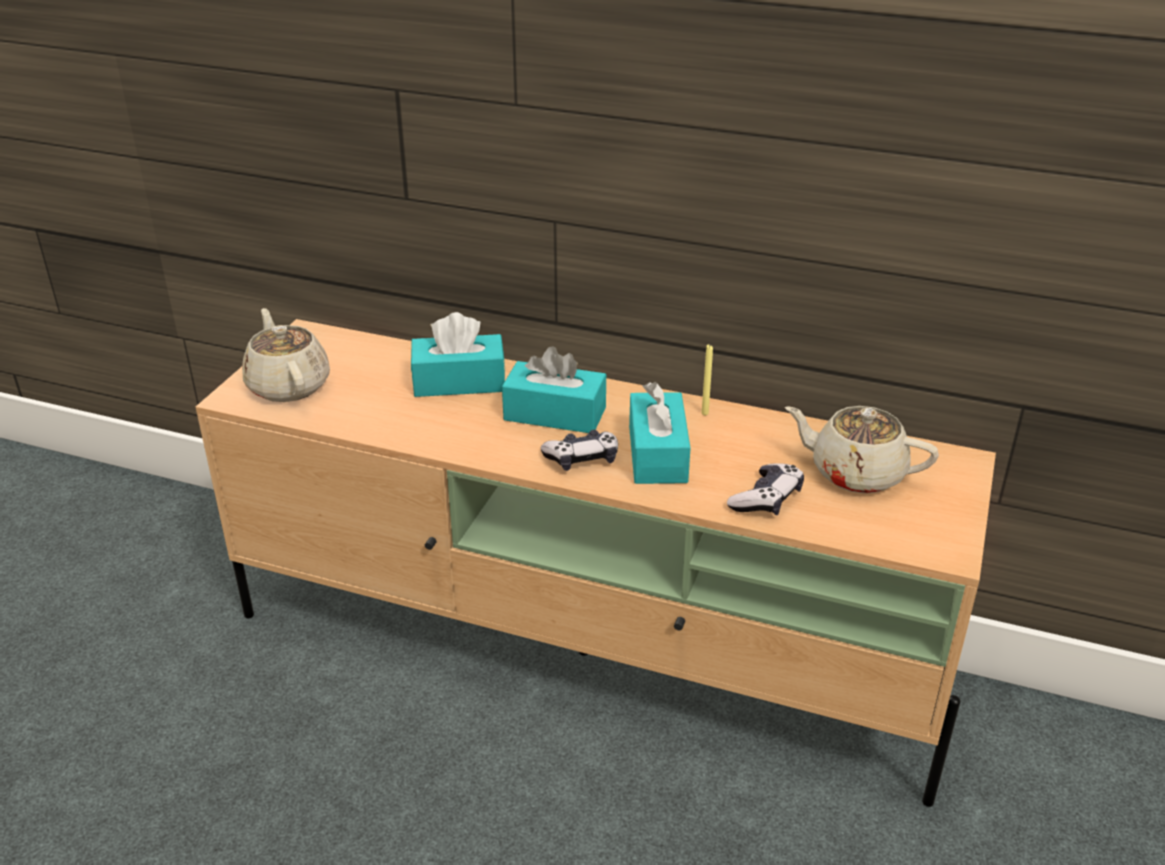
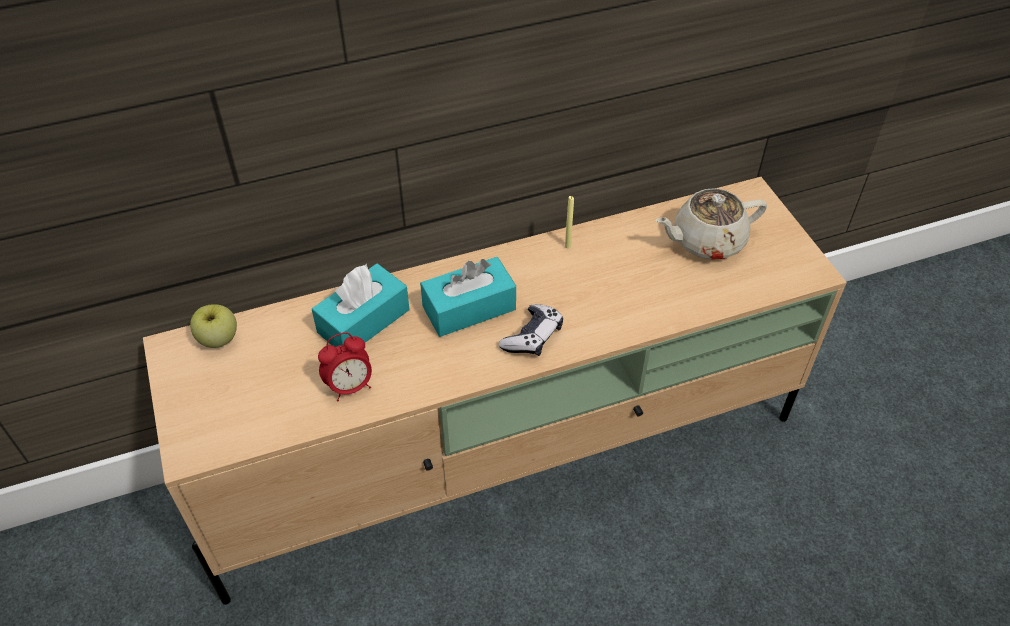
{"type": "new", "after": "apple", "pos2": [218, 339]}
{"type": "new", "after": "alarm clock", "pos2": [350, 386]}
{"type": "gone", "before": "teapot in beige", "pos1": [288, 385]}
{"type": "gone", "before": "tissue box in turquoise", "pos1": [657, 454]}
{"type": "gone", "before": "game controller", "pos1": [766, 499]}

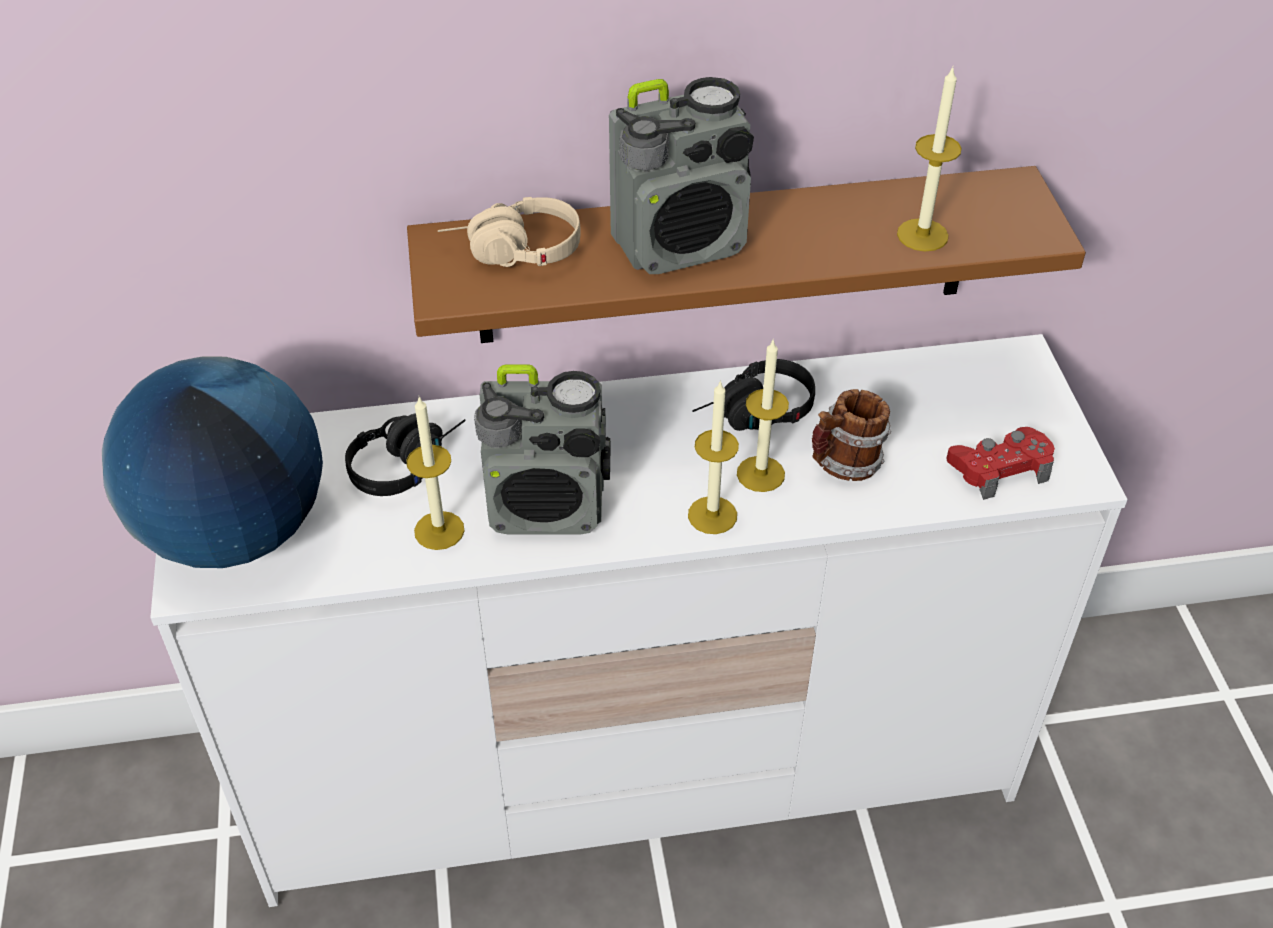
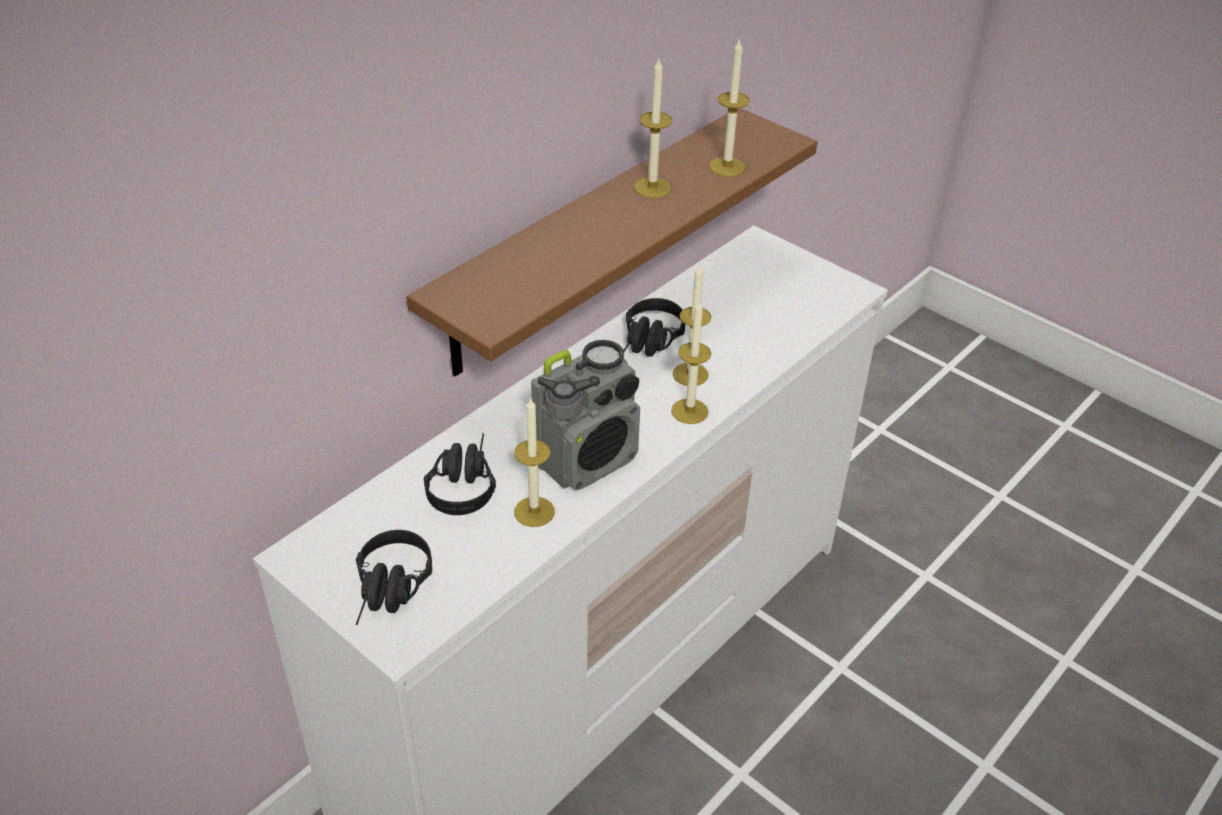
{"type": "swapped", "before": "globe", "after": "headphones in black", "pos1": [235, 531], "pos2": [391, 592]}
{"type": "new", "after": "candle", "pos2": [652, 188]}
{"type": "gone", "before": "headphones in beige", "pos1": [511, 253]}
{"type": "gone", "before": "radio", "pos1": [681, 244]}
{"type": "gone", "before": "mug", "pos1": [844, 465]}
{"type": "gone", "before": "game controller in red", "pos1": [999, 468]}

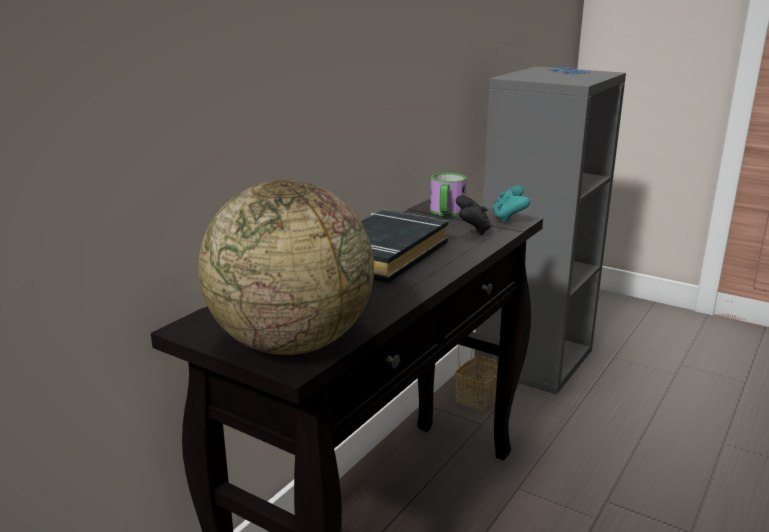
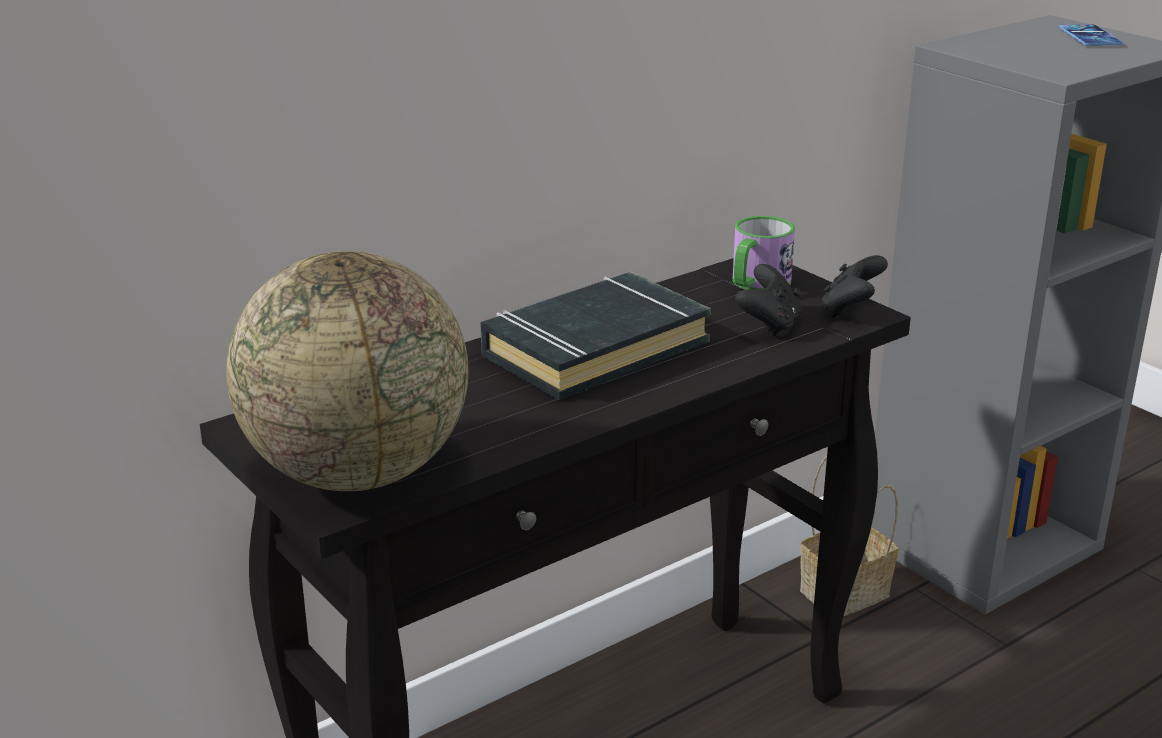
{"type": "repainted", "before": "game controller in turquoise", "after": "game controller in black", "pos1": [509, 218], "pos2": [850, 310]}

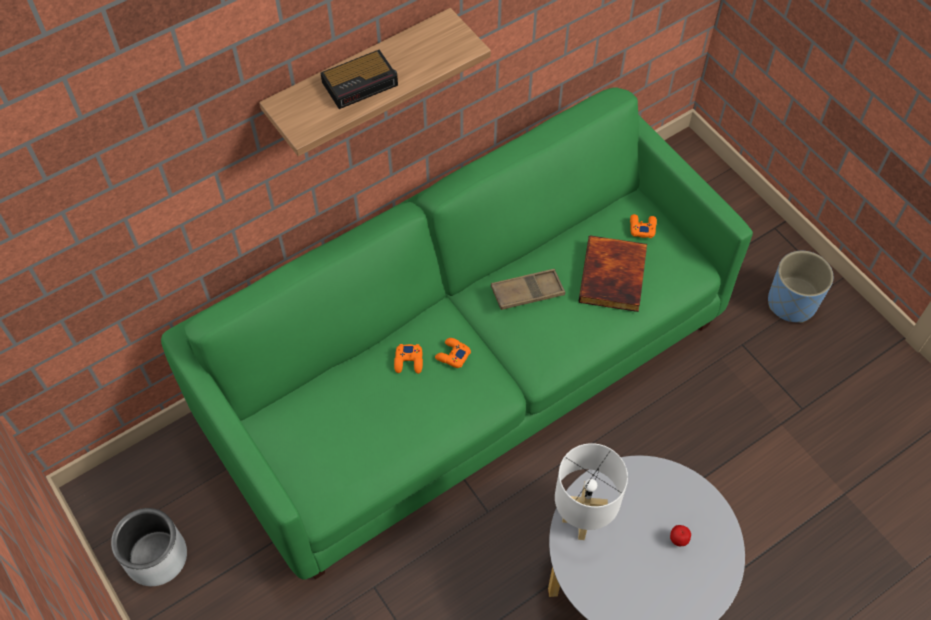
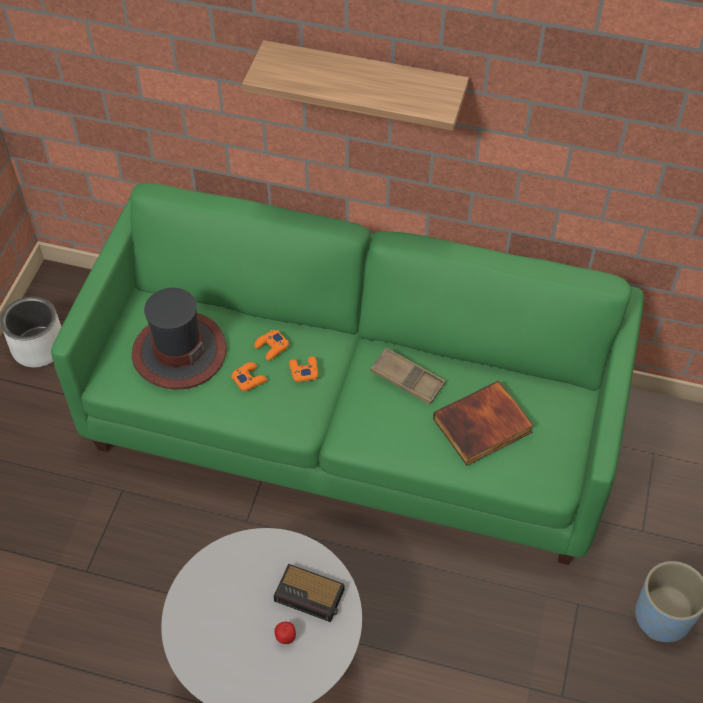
{"type": "new", "after": "hat", "pos2": [179, 352]}
{"type": "shifted", "before": "game controller in orange", "pos1": [642, 227], "pos2": [249, 379]}
{"type": "shifted", "before": "alarm clock", "pos1": [361, 83], "pos2": [311, 596]}
{"type": "gone", "before": "table lamp in white", "pos1": [581, 520]}

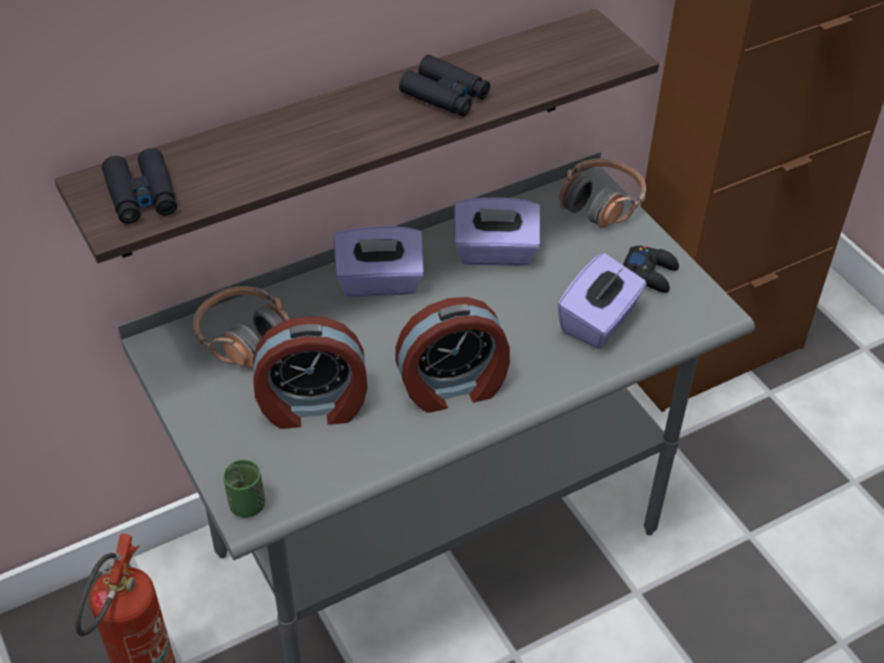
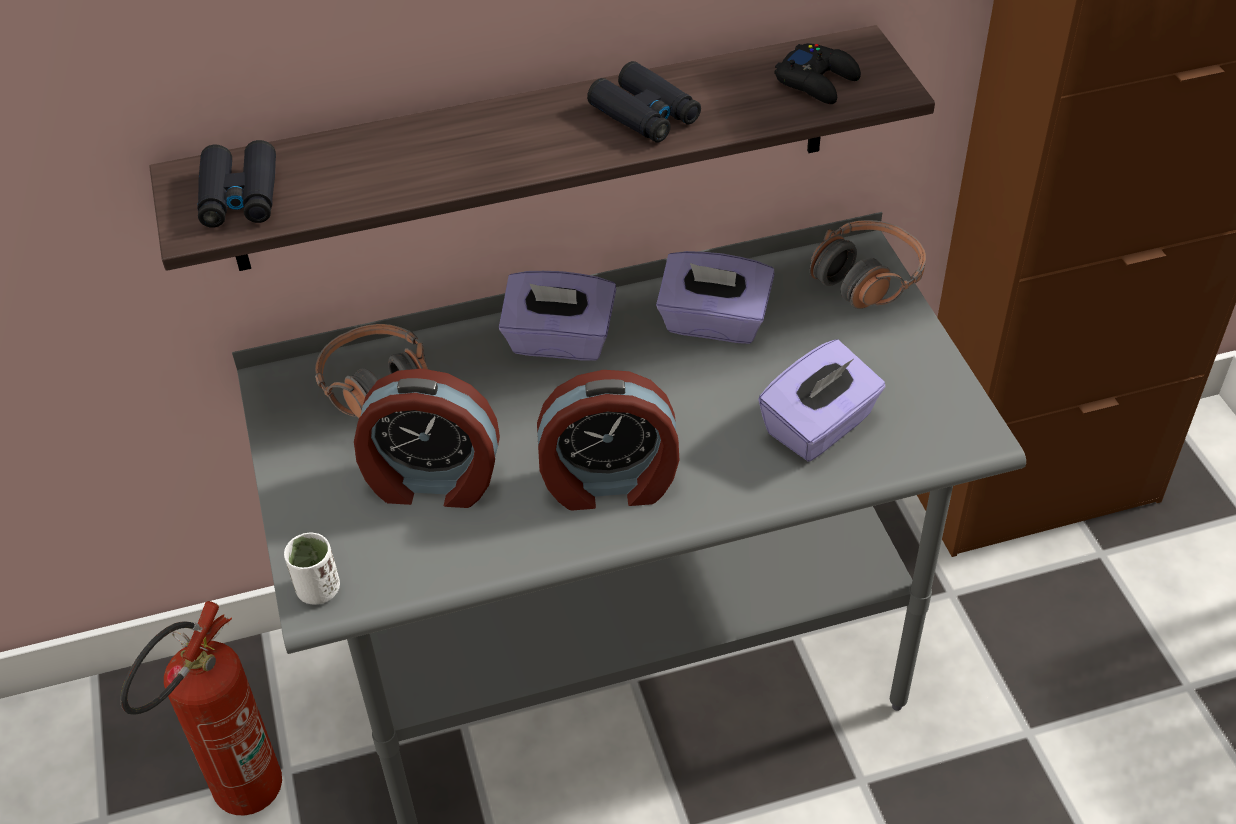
{"type": "repainted", "before": "cup in green", "after": "cup in white", "pos1": [247, 505], "pos2": [318, 589]}
{"type": "shifted", "before": "game controller in black", "pos1": [649, 274], "pos2": [817, 81]}

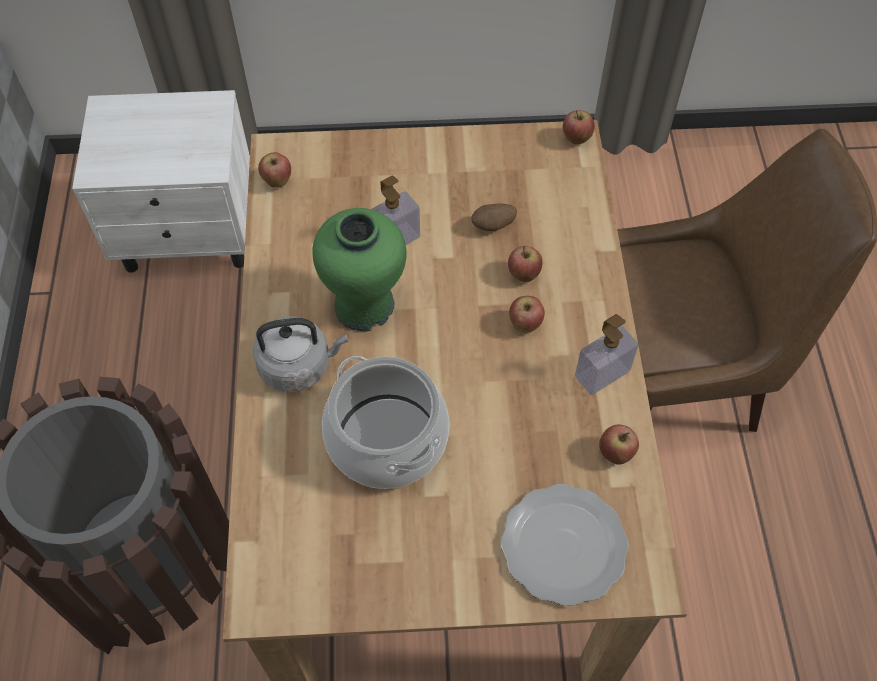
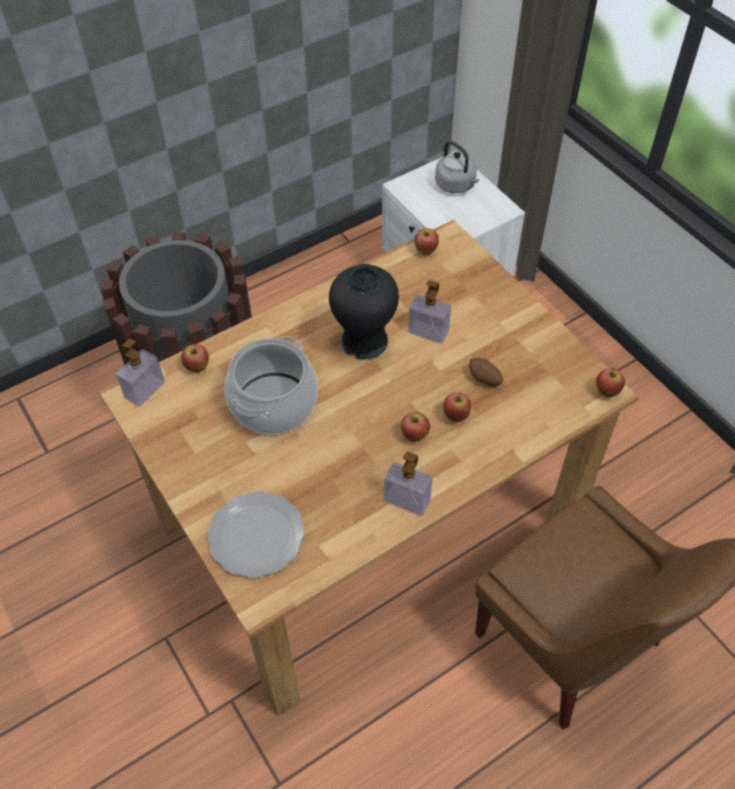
{"type": "new", "after": "soap dispenser", "pos2": [145, 390]}
{"type": "shifted", "before": "apple", "pos1": [615, 454], "pos2": [197, 367]}
{"type": "repainted", "before": "vase in green", "after": "vase in black", "pos1": [364, 305], "pos2": [365, 342]}
{"type": "shifted", "before": "kettle in grey", "pos1": [299, 366], "pos2": [456, 185]}

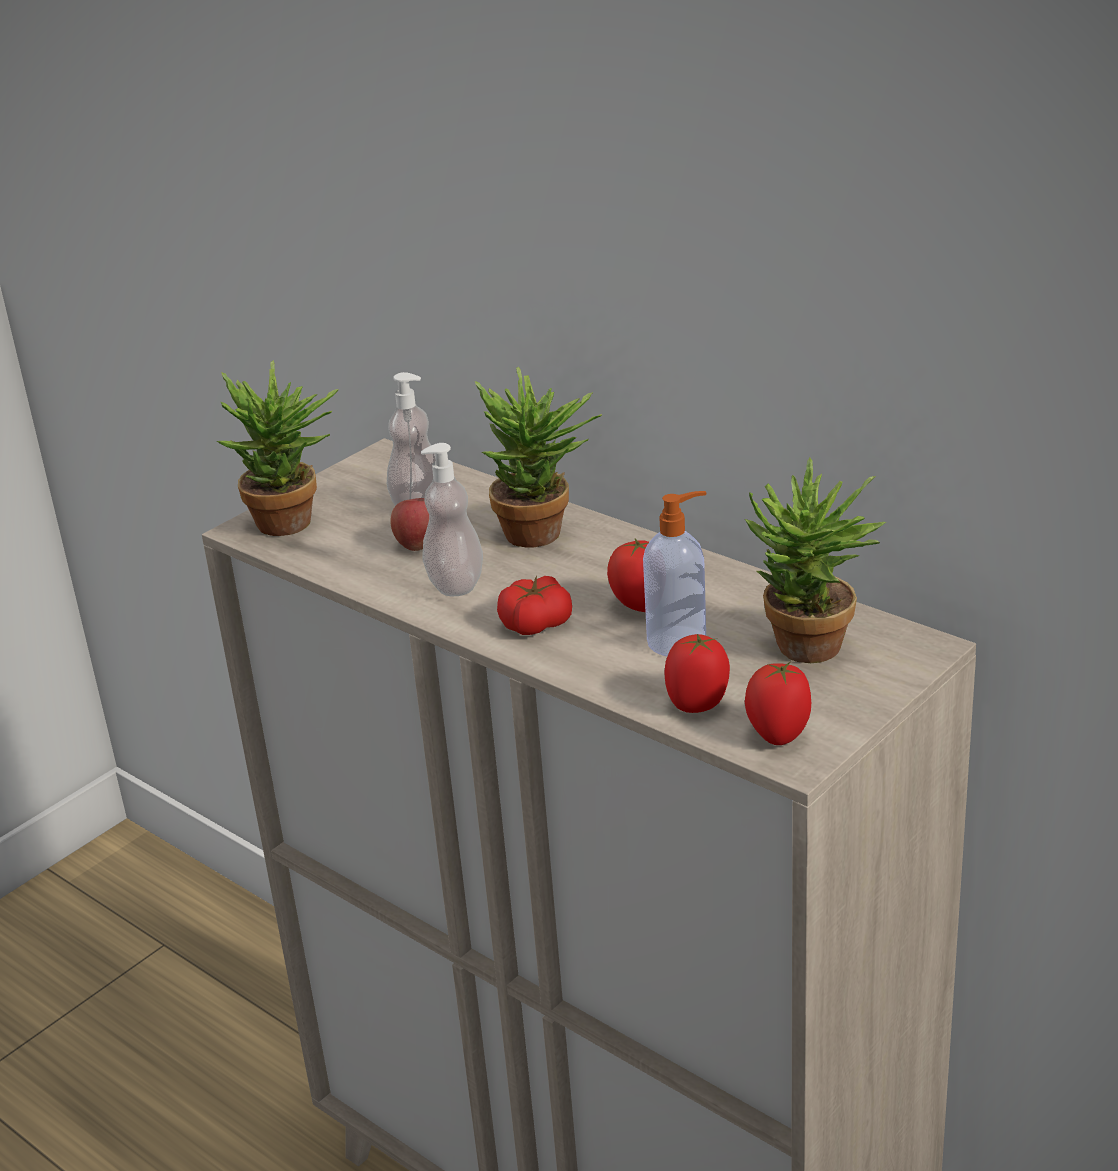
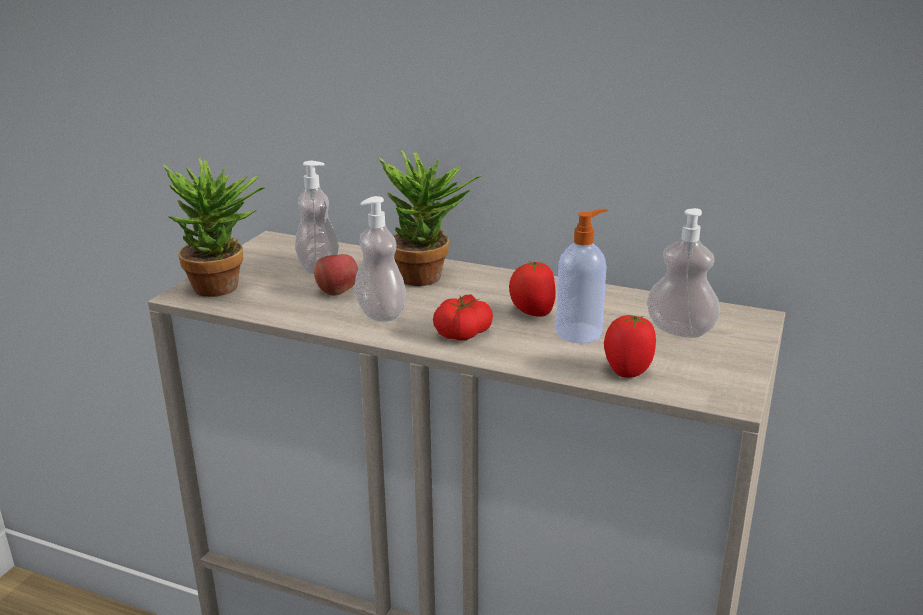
{"type": "swapped", "before": "potted plant", "after": "soap dispenser", "pos1": [809, 654], "pos2": [680, 330]}
{"type": "gone", "before": "tomato", "pos1": [778, 734]}

